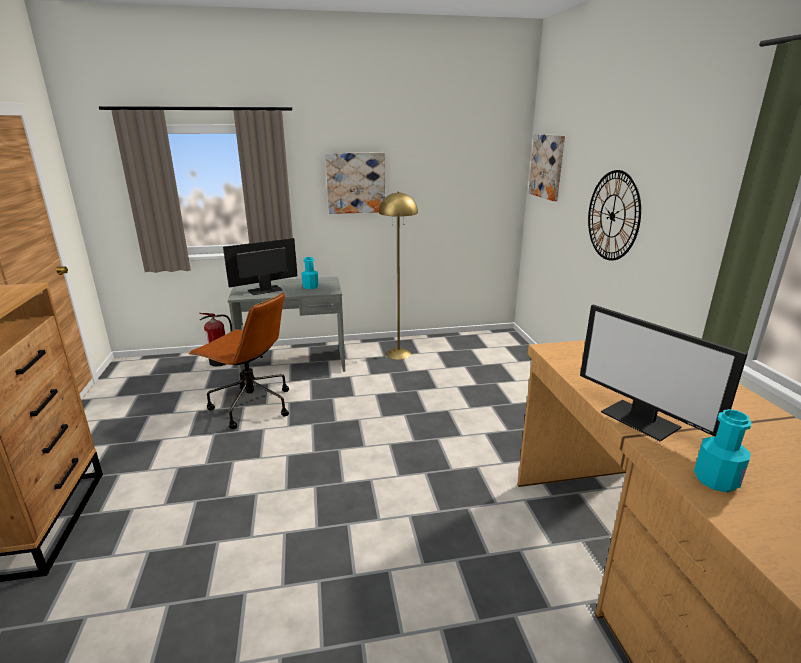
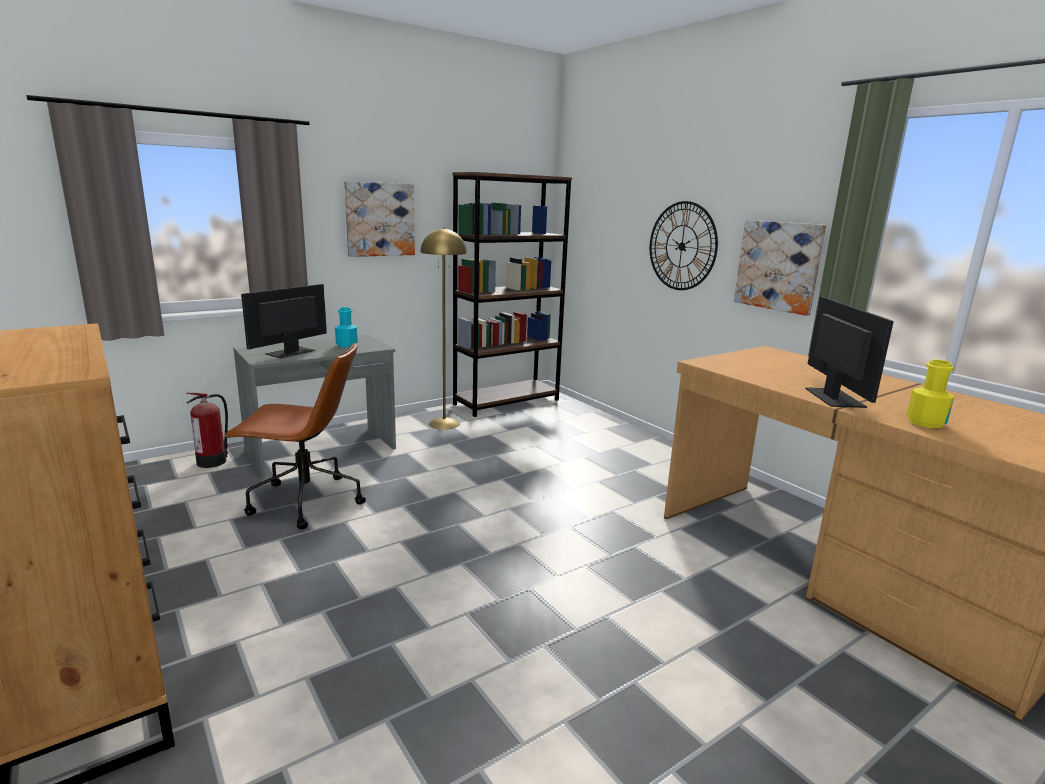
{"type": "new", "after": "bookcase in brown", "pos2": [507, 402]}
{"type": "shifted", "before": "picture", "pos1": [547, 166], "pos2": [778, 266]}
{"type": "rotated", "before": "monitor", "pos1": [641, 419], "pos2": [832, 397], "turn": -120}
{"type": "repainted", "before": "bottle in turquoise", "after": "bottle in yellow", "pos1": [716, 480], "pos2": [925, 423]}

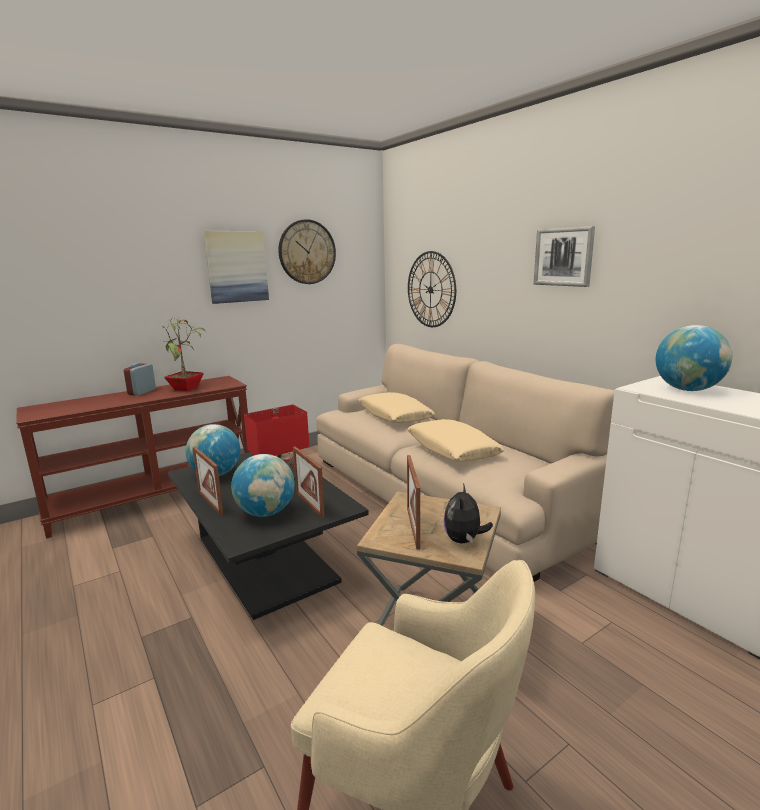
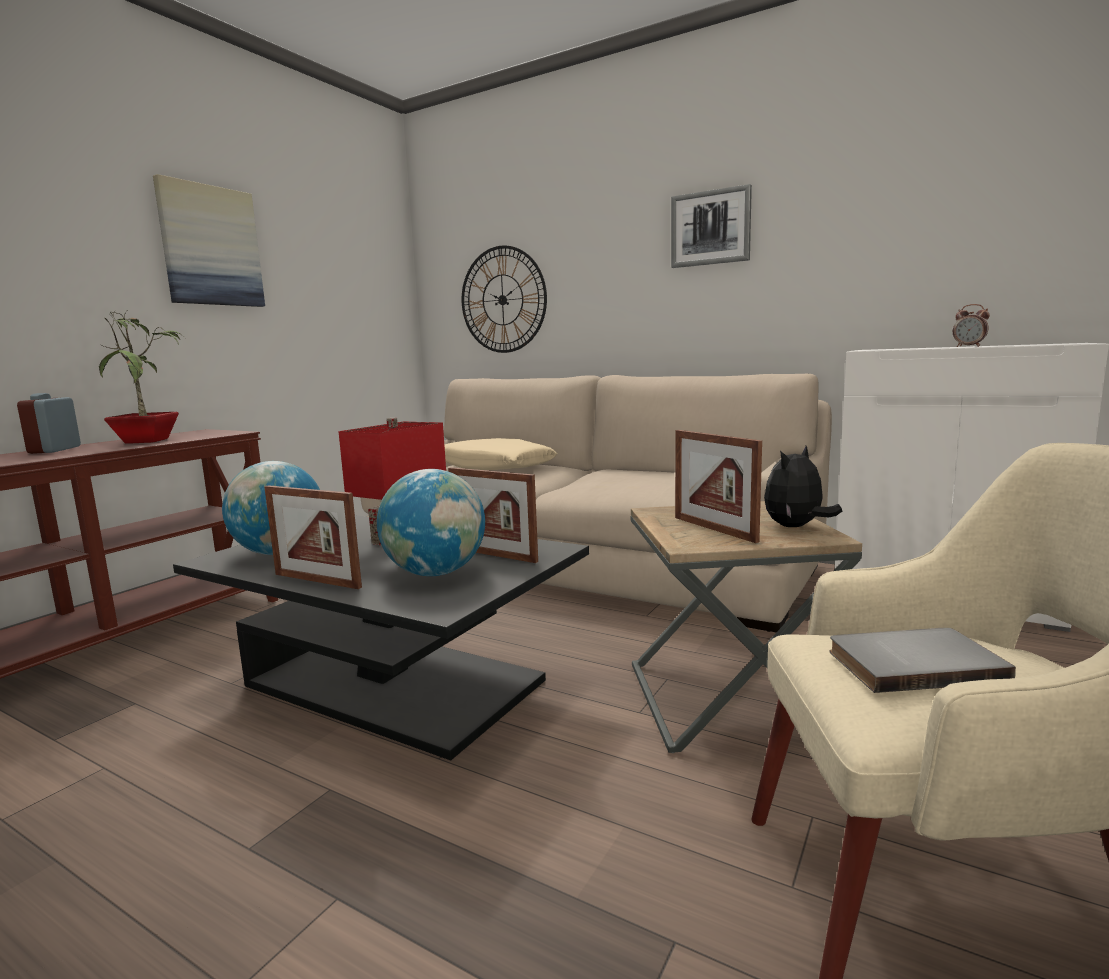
{"type": "rotated", "before": "plush toy", "pos1": [464, 540], "pos2": [796, 527], "turn": 60}
{"type": "new", "after": "book in grey", "pos2": [911, 663]}
{"type": "new", "after": "alarm clock", "pos2": [969, 347]}
{"type": "gone", "before": "wall clock", "pos1": [307, 252]}
{"type": "gone", "before": "pillow in beige", "pos1": [452, 450]}
{"type": "gone", "before": "globe", "pos1": [687, 390]}

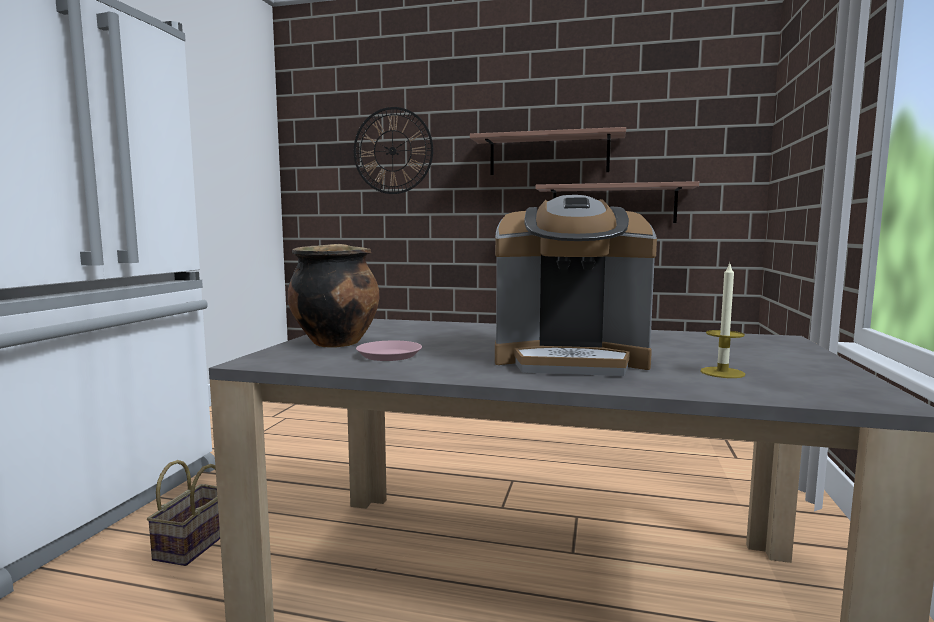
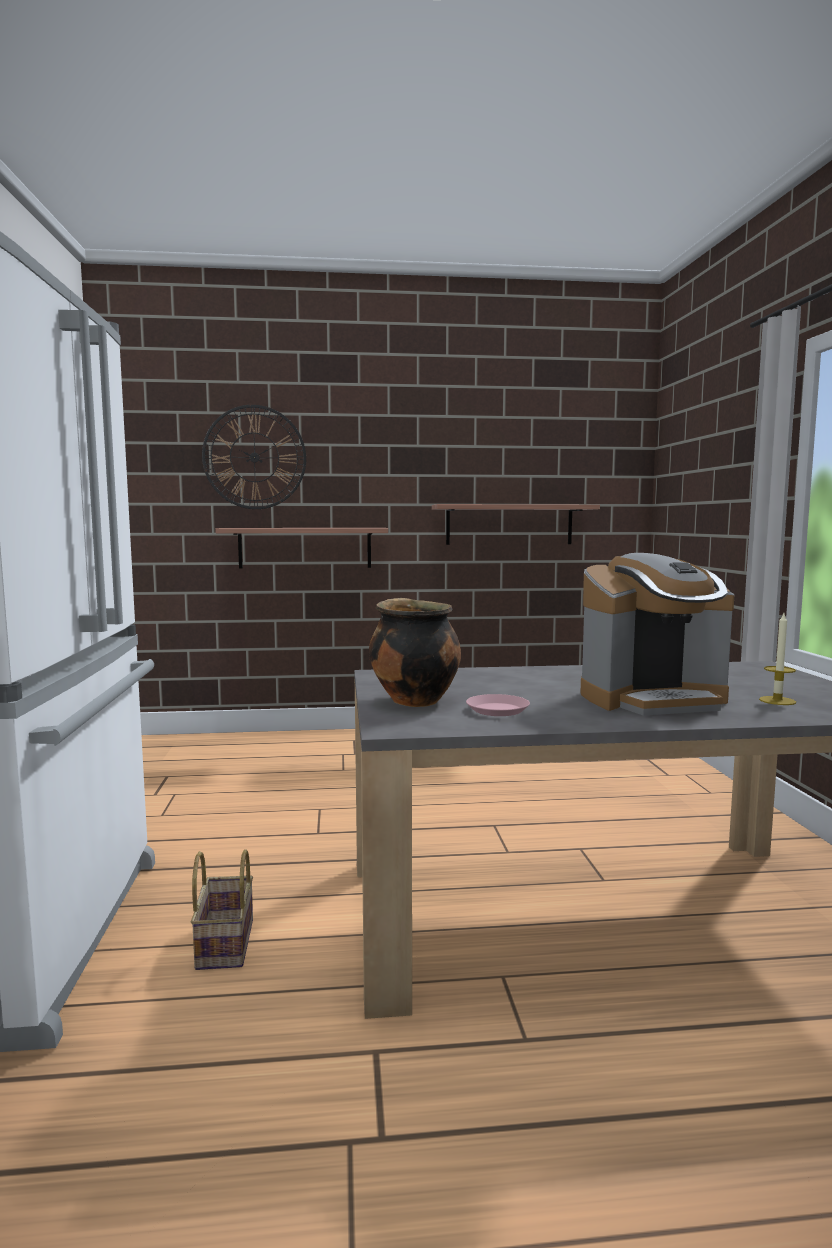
{"type": "shifted", "before": "shelf", "pos1": [548, 155], "pos2": [305, 547]}

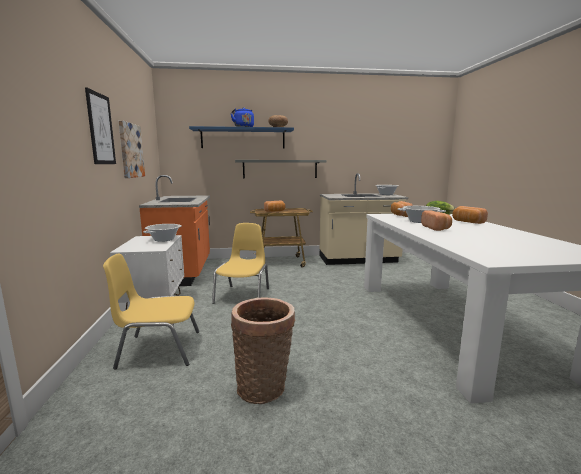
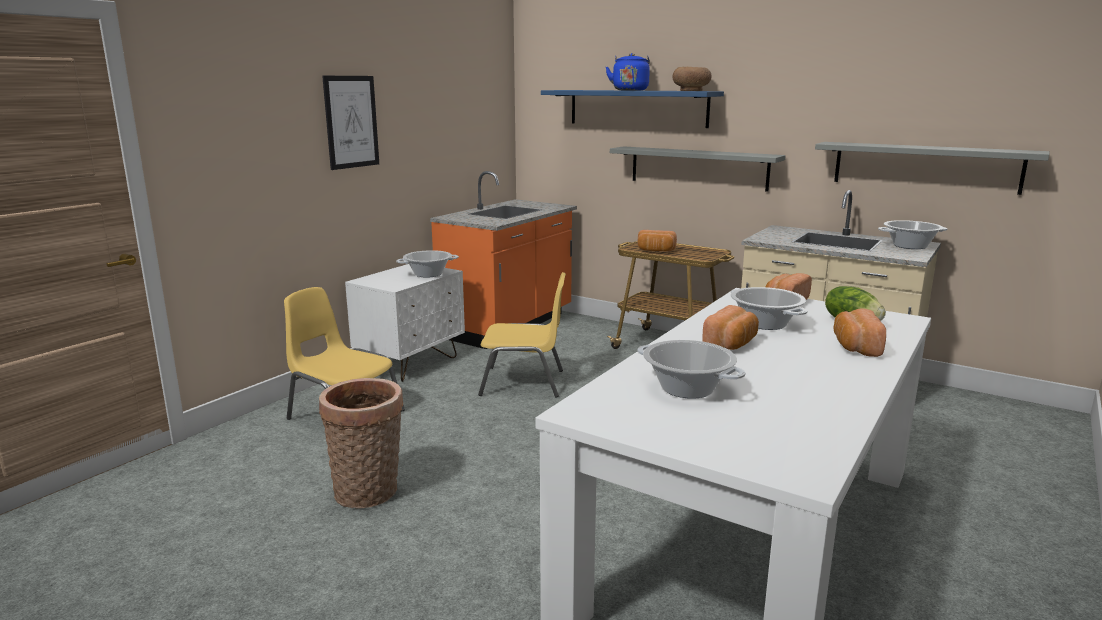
{"type": "rotated", "before": "chair in yellow", "pos1": [243, 295], "pos2": [524, 382], "turn": 45}
{"type": "new", "after": "cooking pot", "pos2": [687, 389]}
{"type": "new", "after": "shelf in grey", "pos2": [925, 167]}
{"type": "gone", "before": "picture", "pos1": [130, 150]}

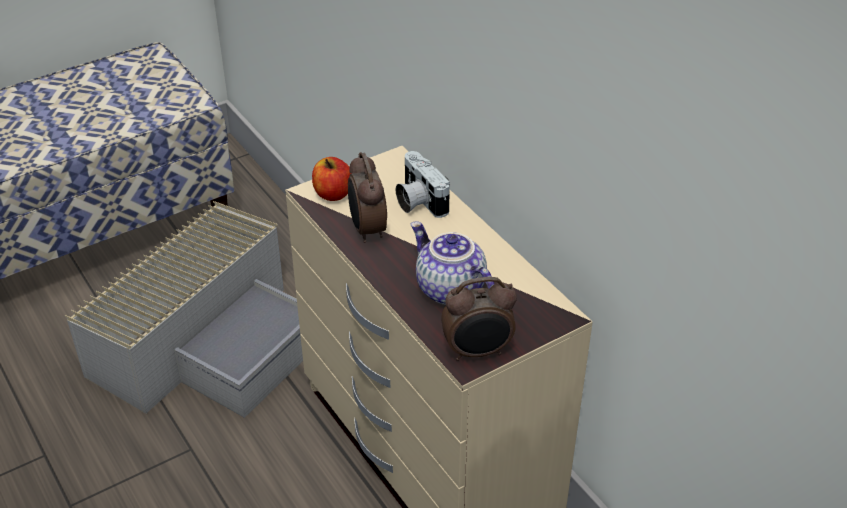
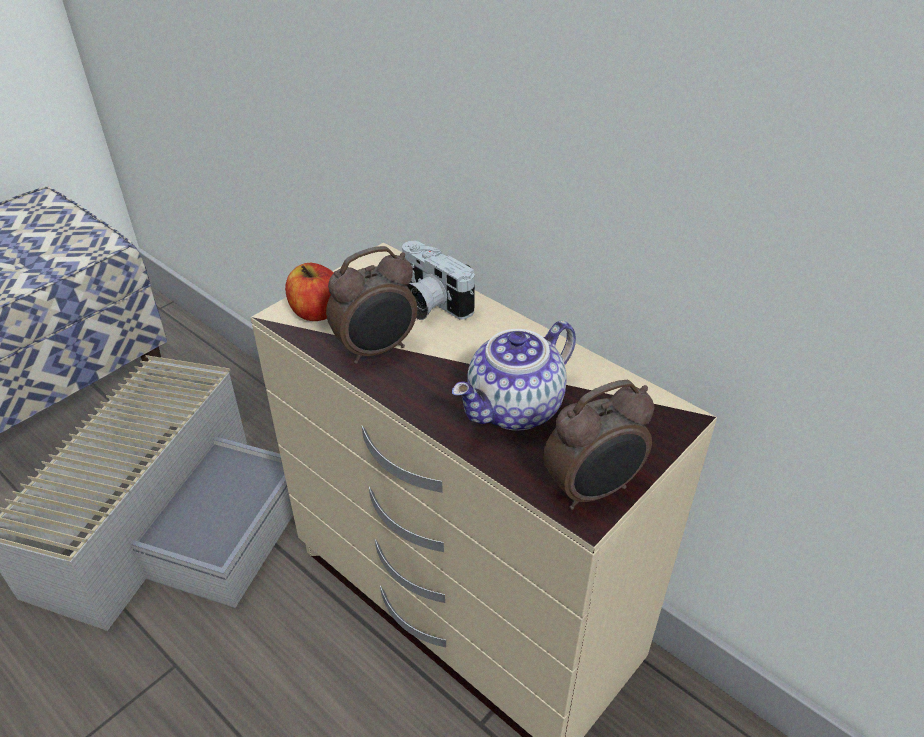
{"type": "rotated", "before": "alarm clock", "pos1": [367, 230], "pos2": [377, 350], "turn": -90}
{"type": "rotated", "before": "teapot", "pos1": [448, 290], "pos2": [515, 410], "turn": -75}

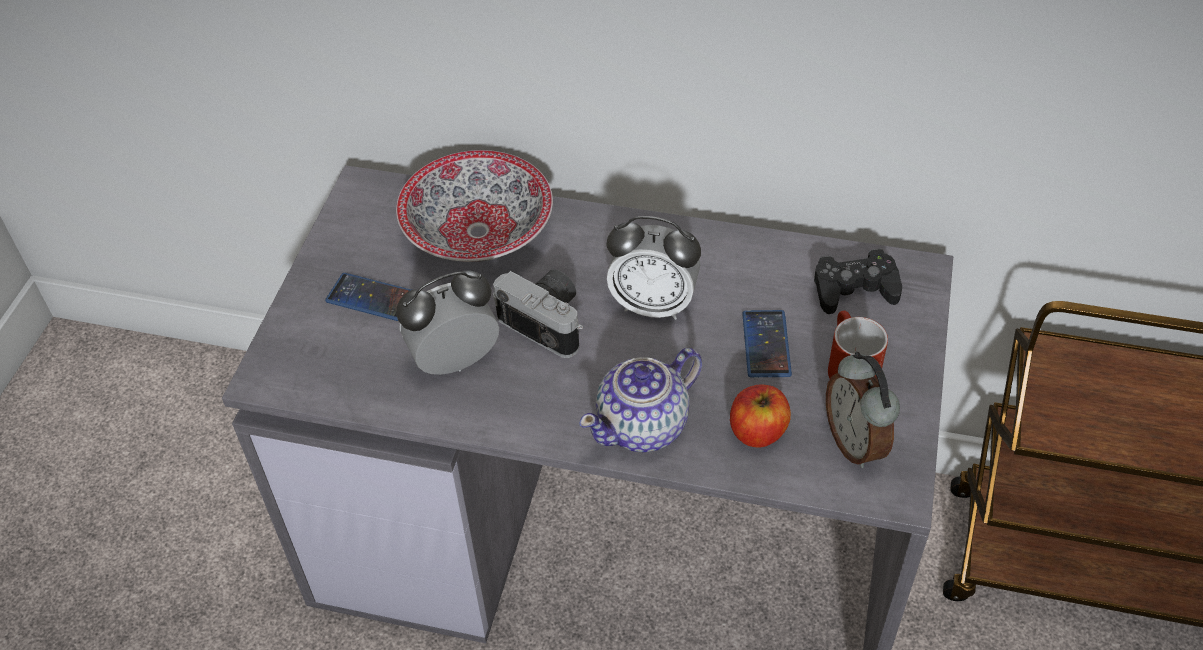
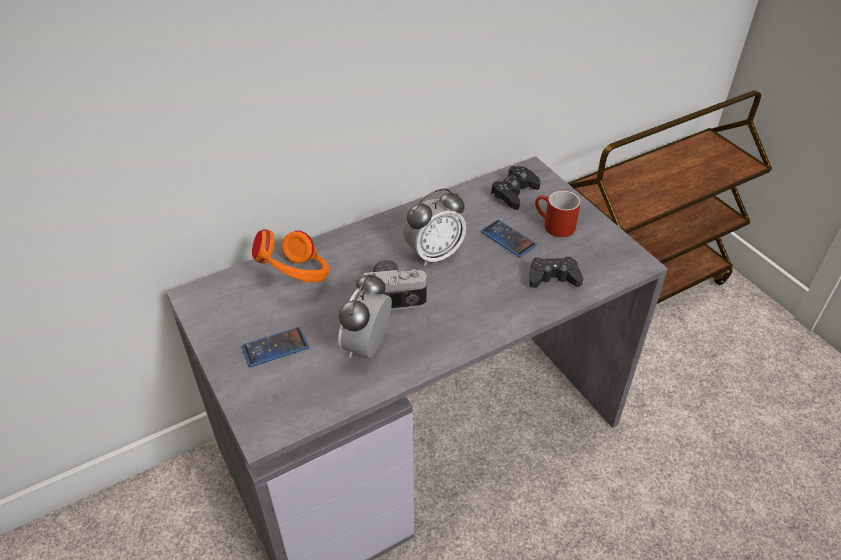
{"type": "swapped", "before": "bowl", "after": "headphones in orange", "pos1": [477, 233], "pos2": [296, 277]}
{"type": "swapped", "before": "apple", "after": "game controller in black", "pos1": [757, 431], "pos2": [553, 278]}
{"type": "gone", "before": "teapot", "pos1": [644, 425]}
{"type": "gone", "before": "alarm clock", "pos1": [855, 442]}

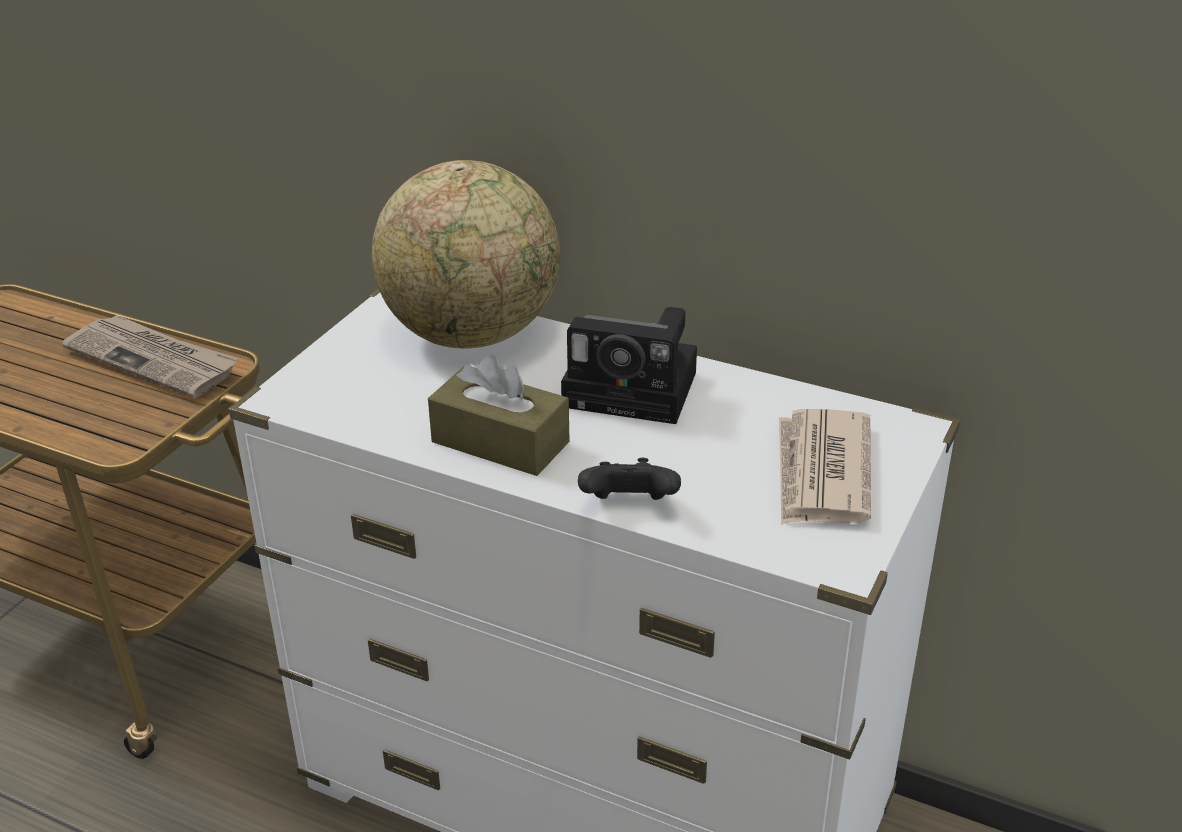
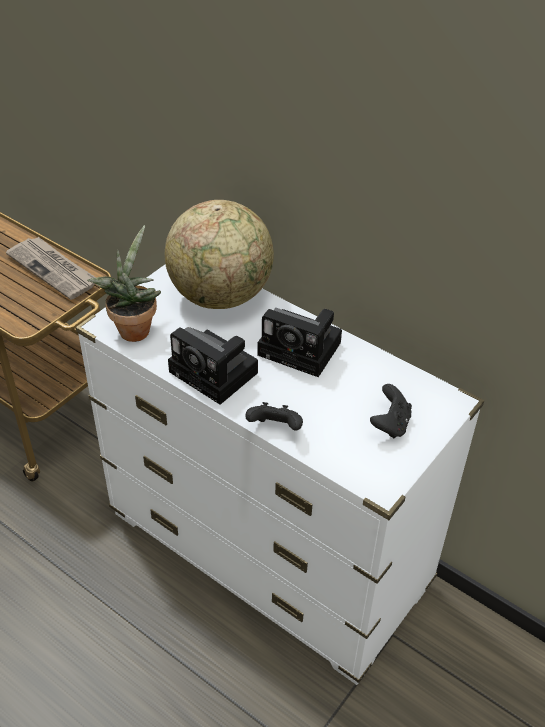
{"type": "new", "after": "potted plant", "pos2": [133, 328]}
{"type": "swapped", "before": "tissue box in brown", "after": "photo camera", "pos1": [500, 442], "pos2": [216, 373]}
{"type": "swapped", "before": "newspaper", "after": "game controller in black", "pos1": [821, 473], "pos2": [390, 424]}

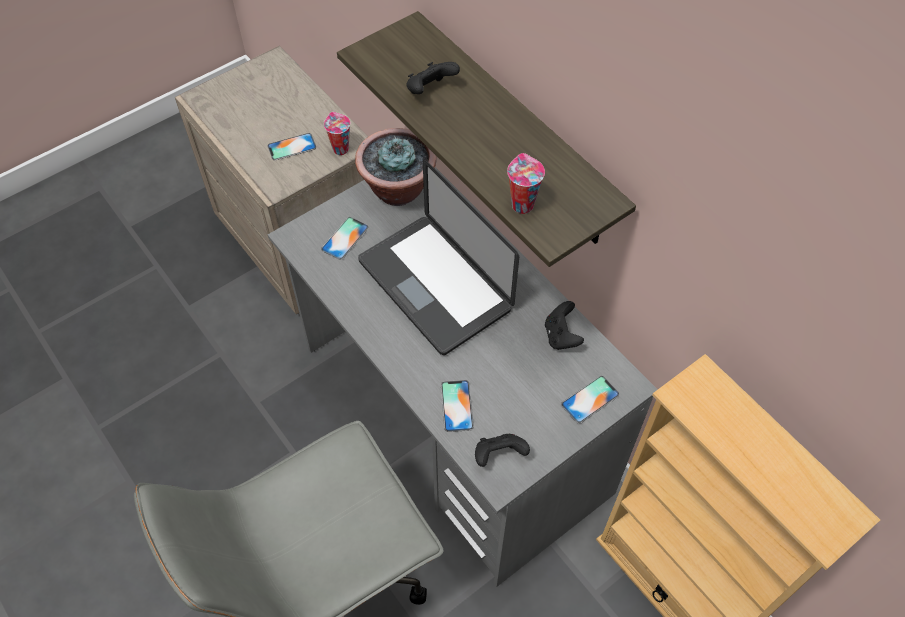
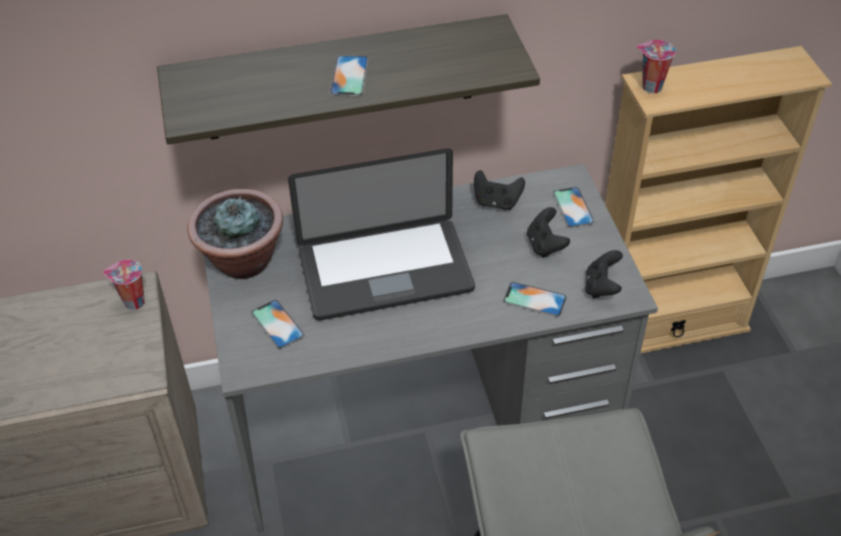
{"type": "shifted", "before": "phone", "pos1": [292, 147], "pos2": [349, 76]}
{"type": "shifted", "before": "game controller in black", "pos1": [430, 90], "pos2": [545, 245]}
{"type": "shifted", "before": "cup", "pos1": [521, 204], "pos2": [650, 87]}

